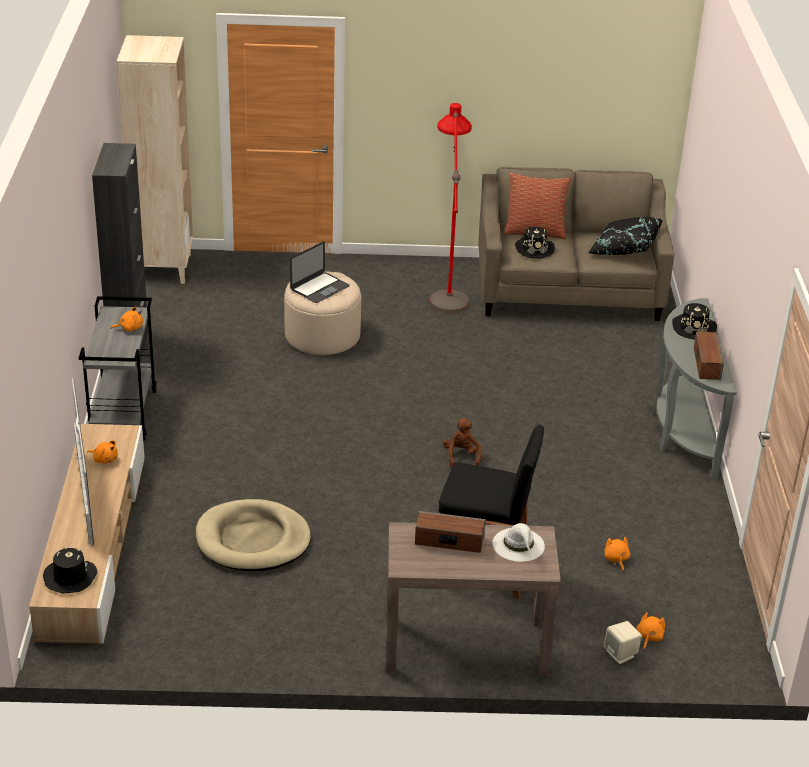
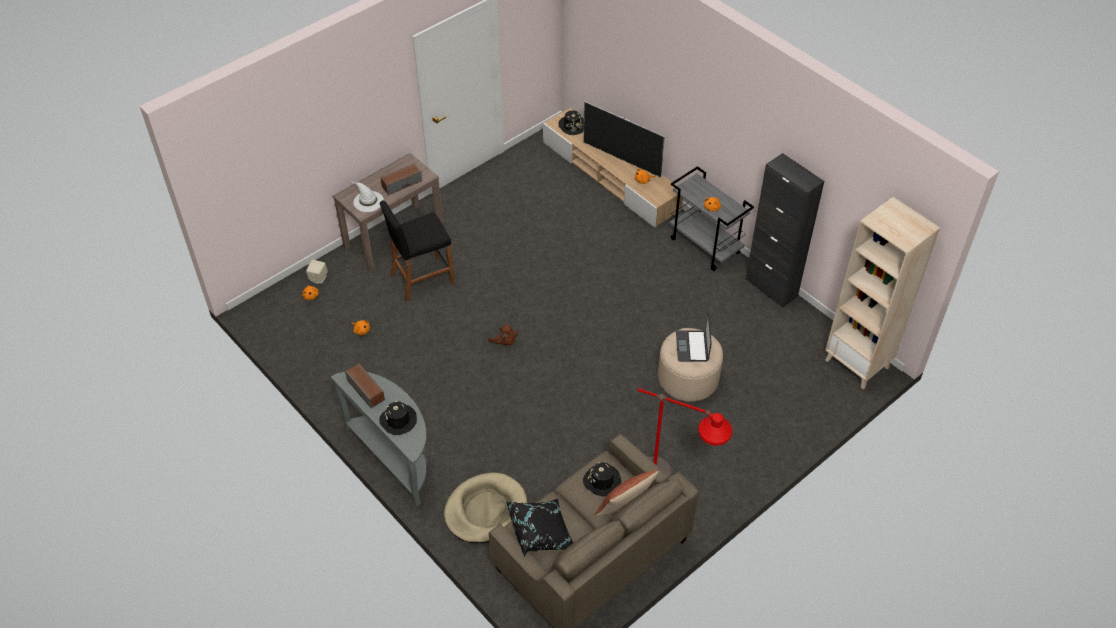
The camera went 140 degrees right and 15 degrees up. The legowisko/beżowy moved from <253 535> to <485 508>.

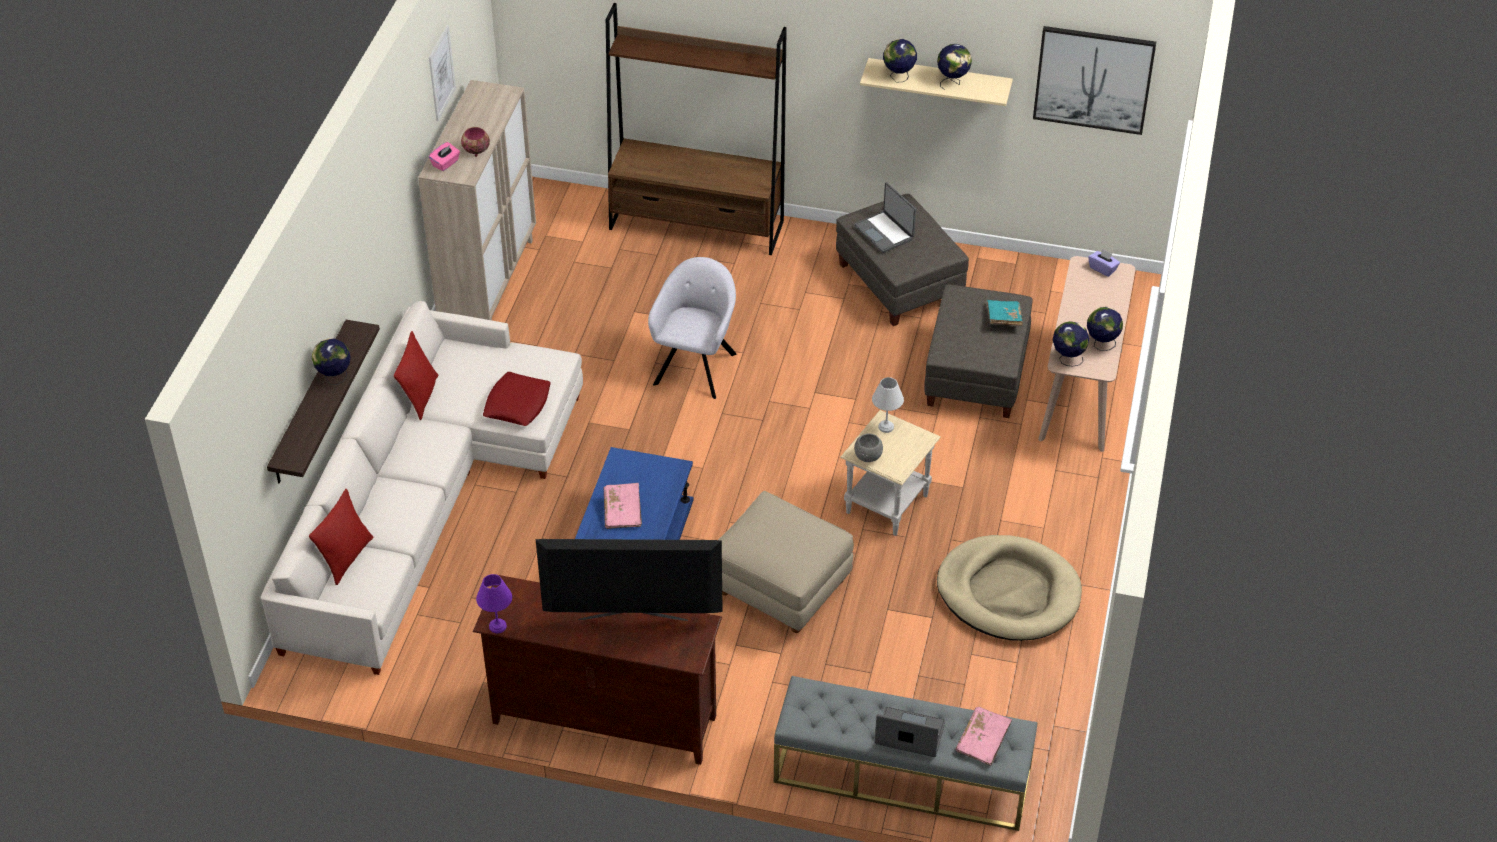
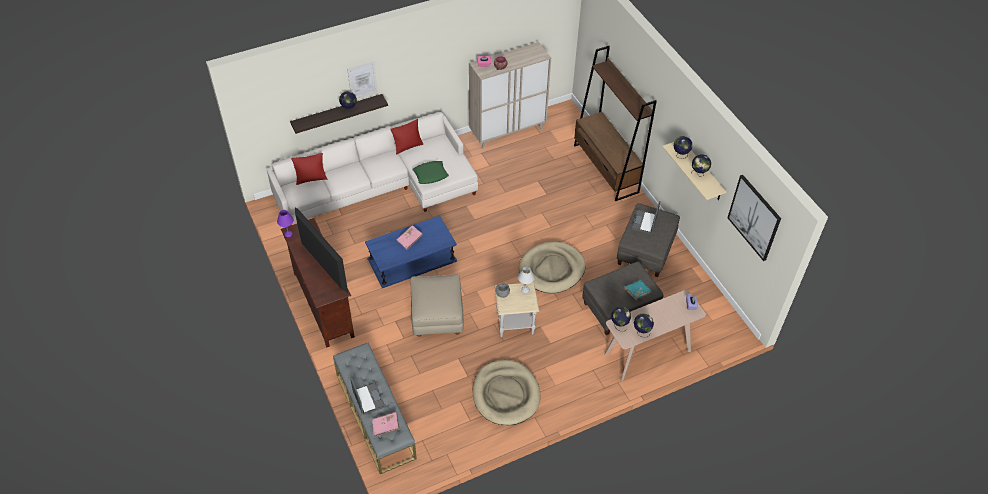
The camera went 50 degrees right and 5 degrees up. The fotel/szary at <692 328> disappeared. The legowisko/beżowy at <552 267> appeared. The obraz moved from <442 73> to <362 79>. The poduszka/czerwony at <517 399> became the poduszka/zielony at <430 172>.

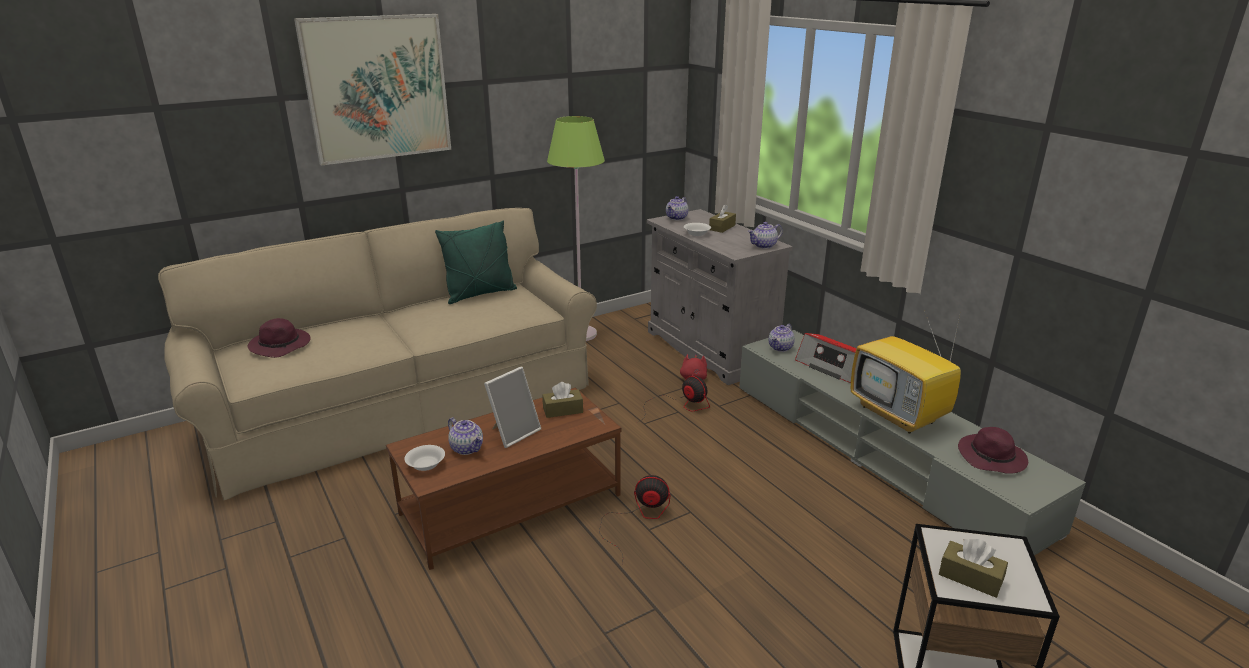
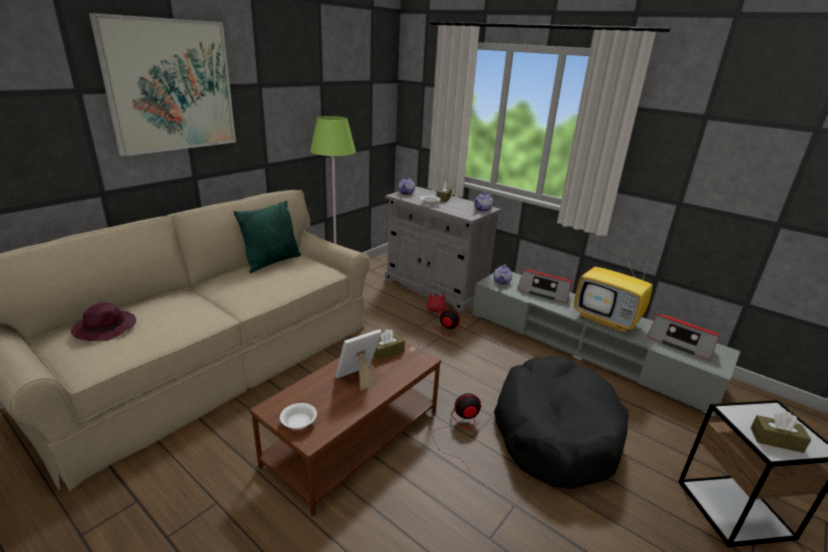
The camera went 20 degrees left and 0 degrees up. The imbryk at <465 436> disappeared. The legowisko/czarny at <561 422> appeared. The kapelusz/fioletowy at <993 450> was replaced by the radio at <683 337>. The ramka na zdjęcie at <512 407> turned 150 degrees counterclockwise.

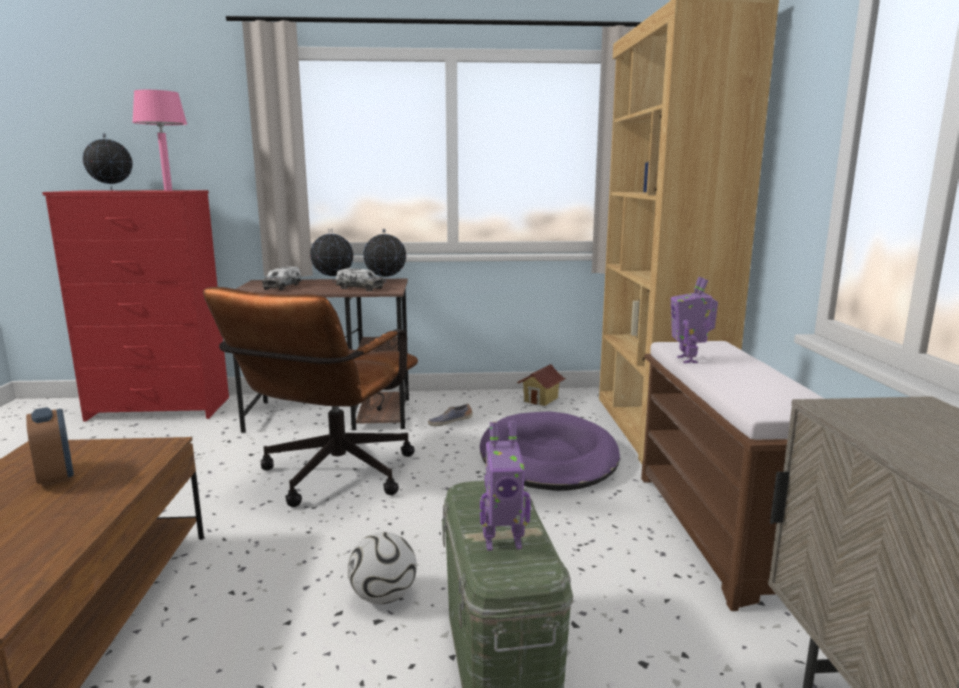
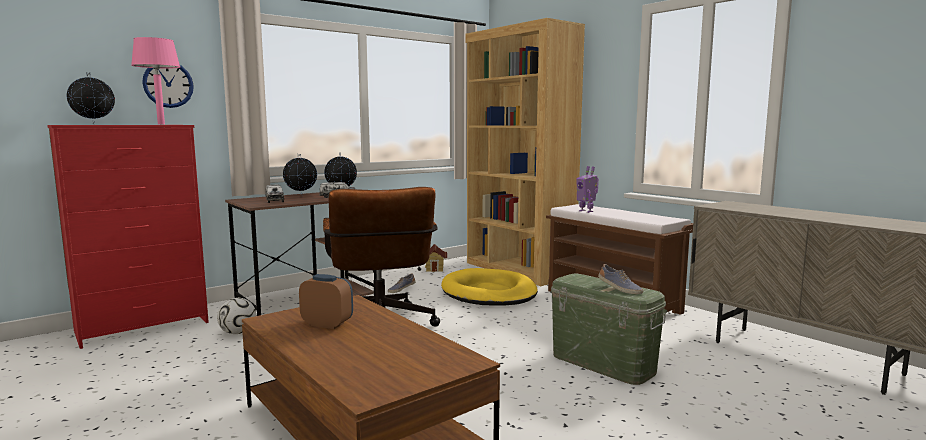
The camera went 35 degrees left and 5 degrees down. The zegar ścienny at <168 86> appeared. The piłka futbolowa moved from <382 568> to <236 316>. The robot zabawkowy at <505 486> was replaced by the but at <620 279>. The legowisko/fioletowy at <550 451> became the legowisko/żółty at <489 287>.

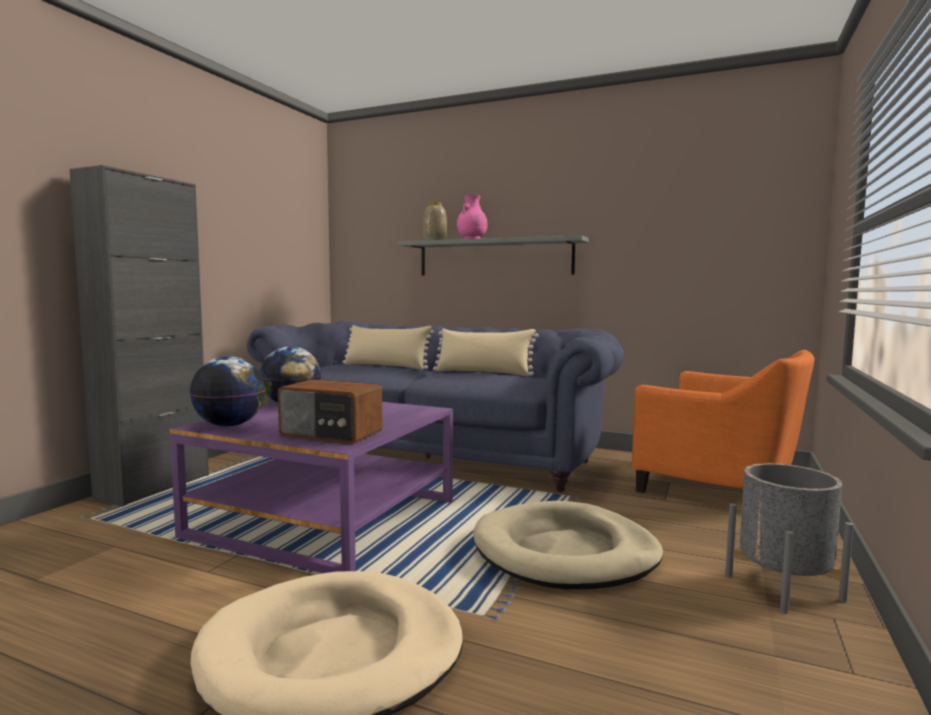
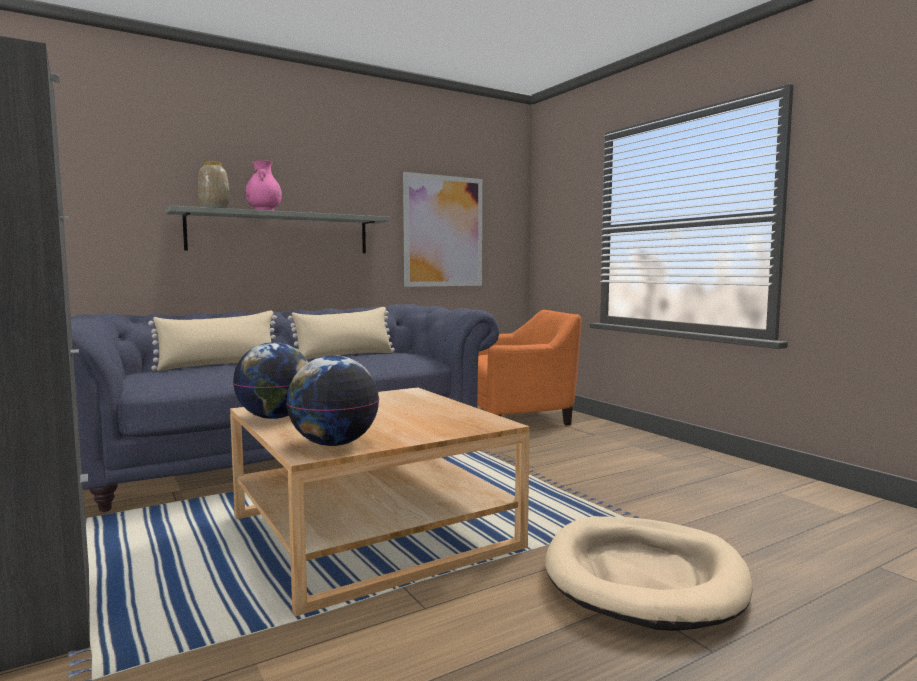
The camera went 55 degrees left and 0 degrees up. The radio at <330 412> disappeared. The legowisko/beżowy at <568 545> disappeared. The donica/szary at <789 538> disappeared. The obraz at <442 229> appeared. The ława/fioletowy at <311 487> became the ława/beżowy at <379 502>.

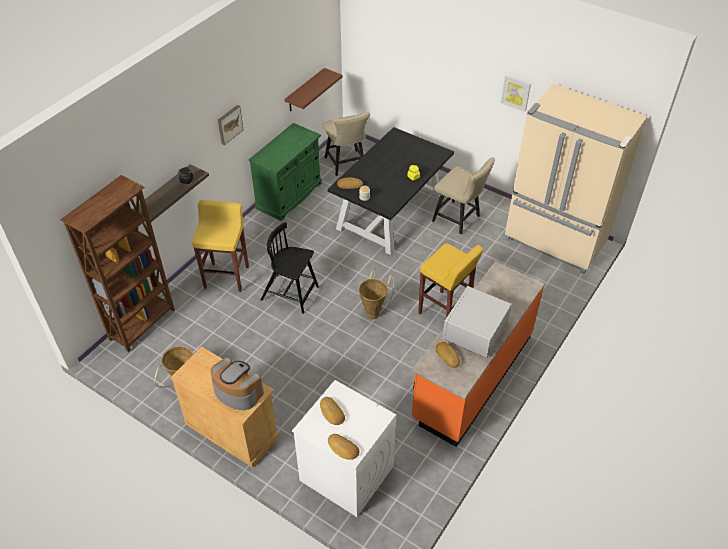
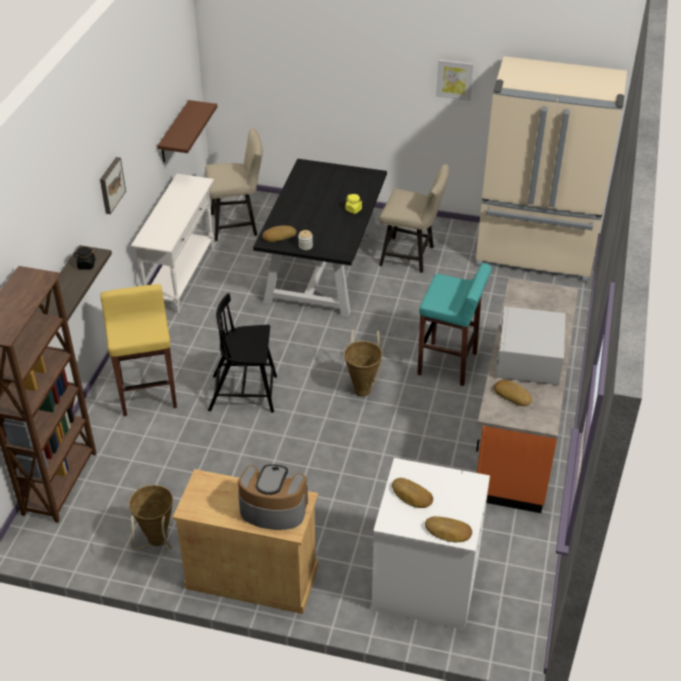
The camera went 20 degrees left and 5 degrees down. The szafka/zielony at <285 172> was replaced by the stolik konsolowy/biały at <172 244>. The stołek/żółty at <450 280> became the stołek/turkusowy at <454 324>. The krzesło/beżowy at <346 143> turned 60 degrees counterclockwise.

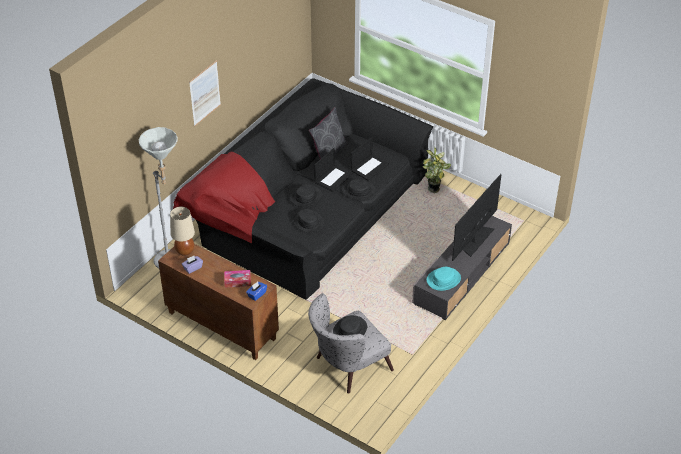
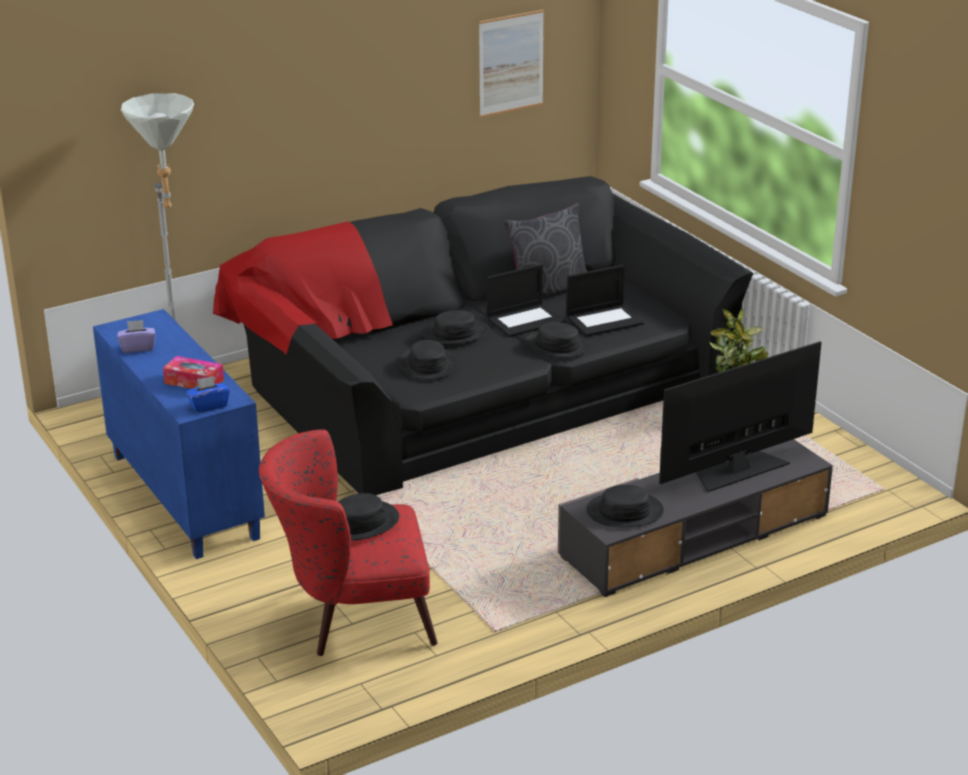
The camera went 25 degrees right and 15 degrees down. The lampa stołowa/beżowy at <182 231> disappeared. The obraz moved from <205 93> to <511 64>. The szafka/brązowy at <218 302> became the szafka/niebieski at <179 434>. The fotel/szary at <351 344> became the fotel/czerwony at <348 543>. The kapelusz/turkusowy at <444 279> became the kapelusz/czarny at <625 506>.

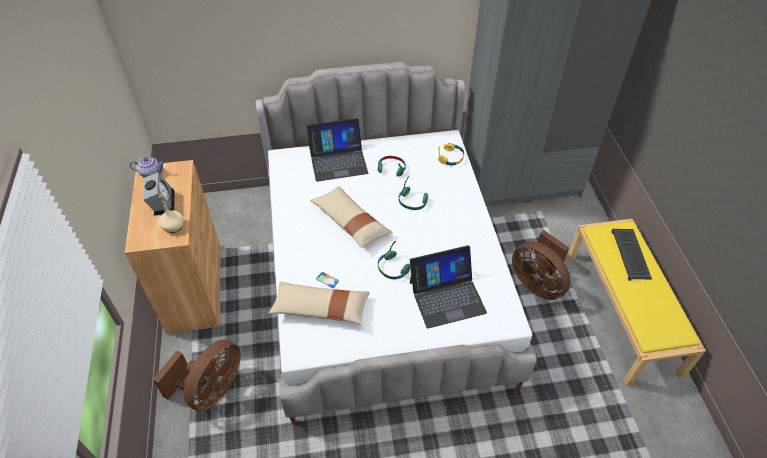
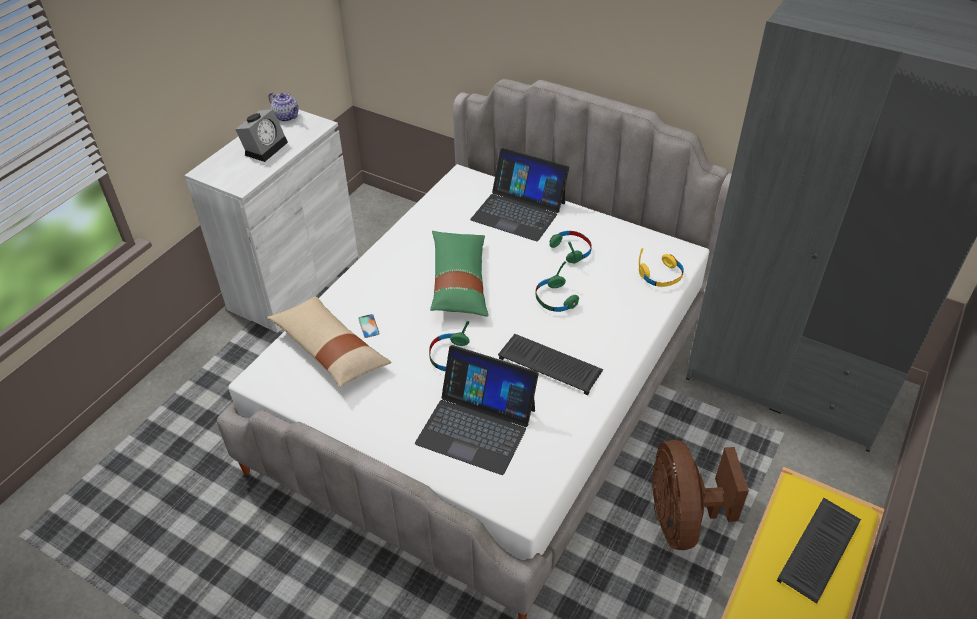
The camera went 40 degrees right and 5 degrees down. The wentylator/brązowy at <196 375> disappeared. The butelka/beżowy at <171 213> disappeared. The klawiatura at <550 364> appeared. The szafka/brązowy at <173 247> became the szafka/biały at <271 221>. The poduszka/beżowy at <351 217> became the poduszka/zielony at <459 273>.

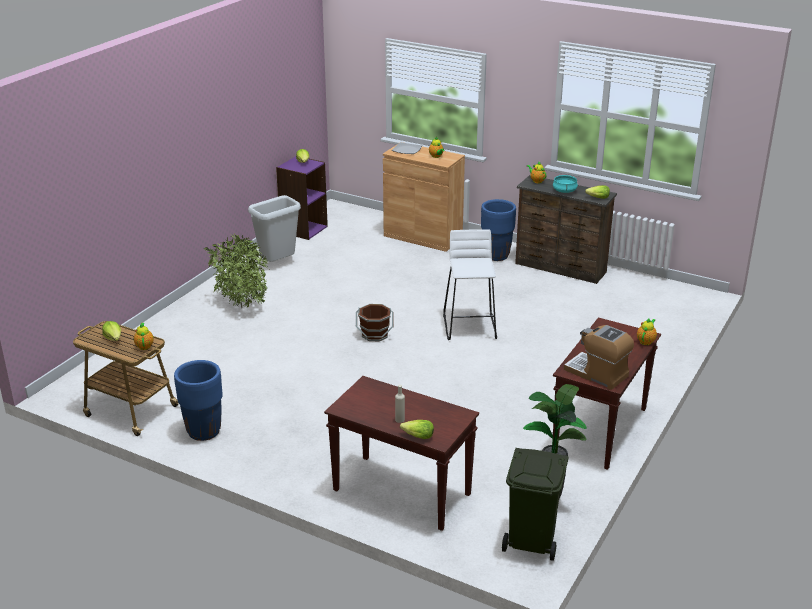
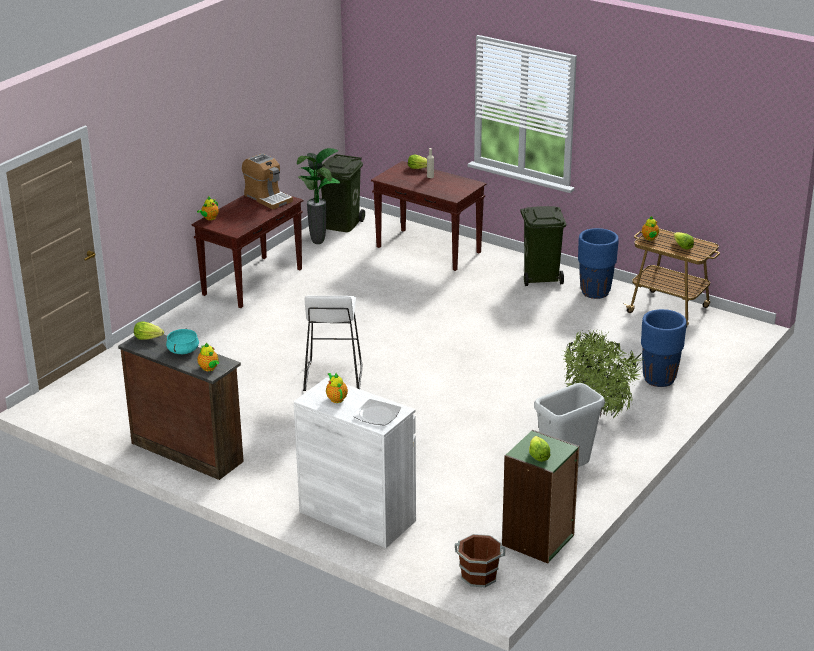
The camera went 175 degrees left and 0 degrees up. The kosz na śmieci/zielony at <543 246> appeared. The wiadro/brązowy moved from <375 322> to <480 560>. The donica/niebieski moved from <498 230> to <664 348>. The regał/fioletowy at <302 198> became the regał/zielony at <540 496>. The szafka/brązowy at <424 197> became the szafka/biały at <355 462>.

